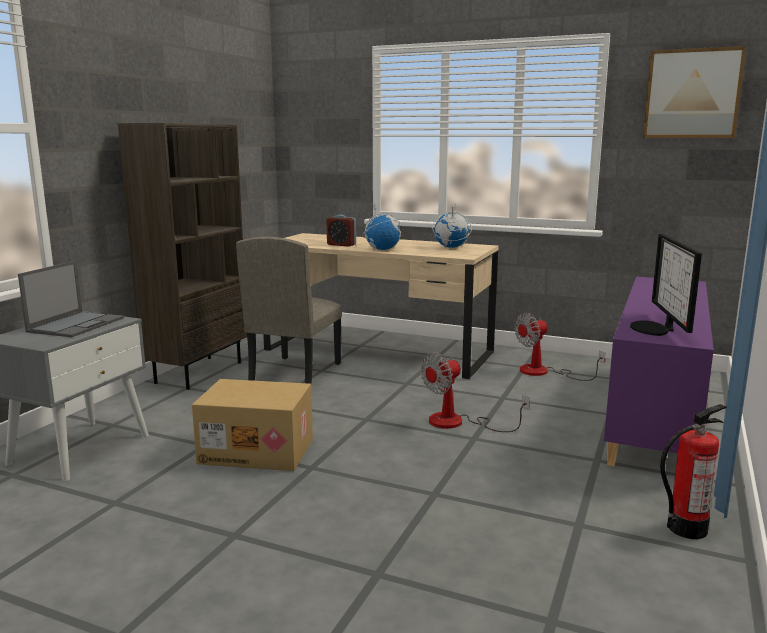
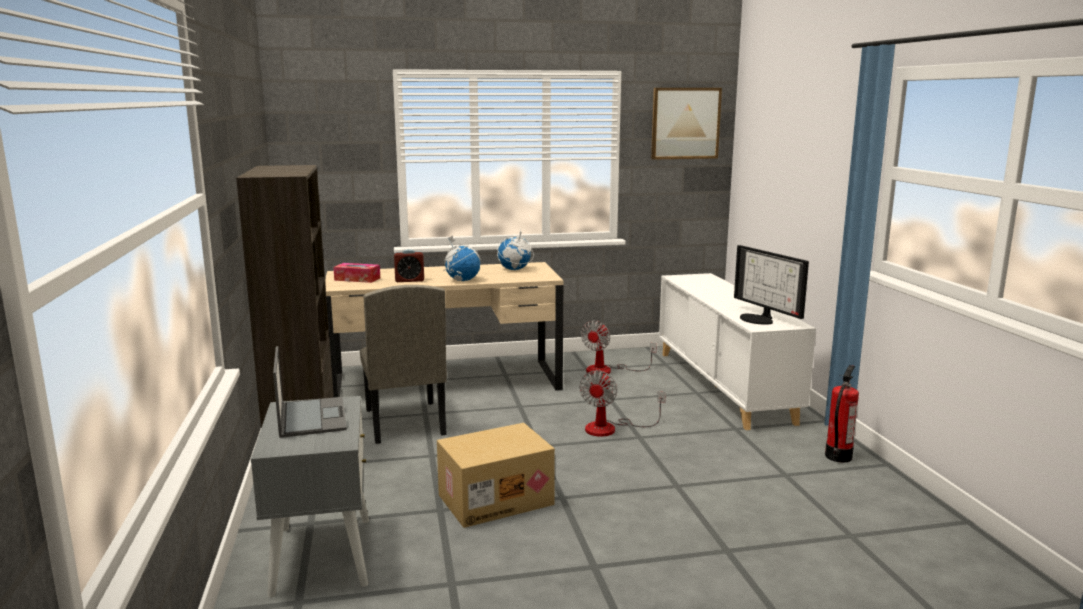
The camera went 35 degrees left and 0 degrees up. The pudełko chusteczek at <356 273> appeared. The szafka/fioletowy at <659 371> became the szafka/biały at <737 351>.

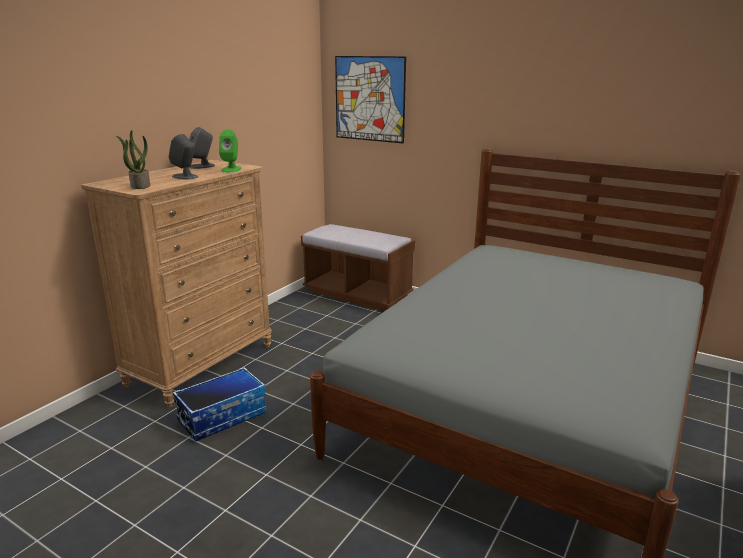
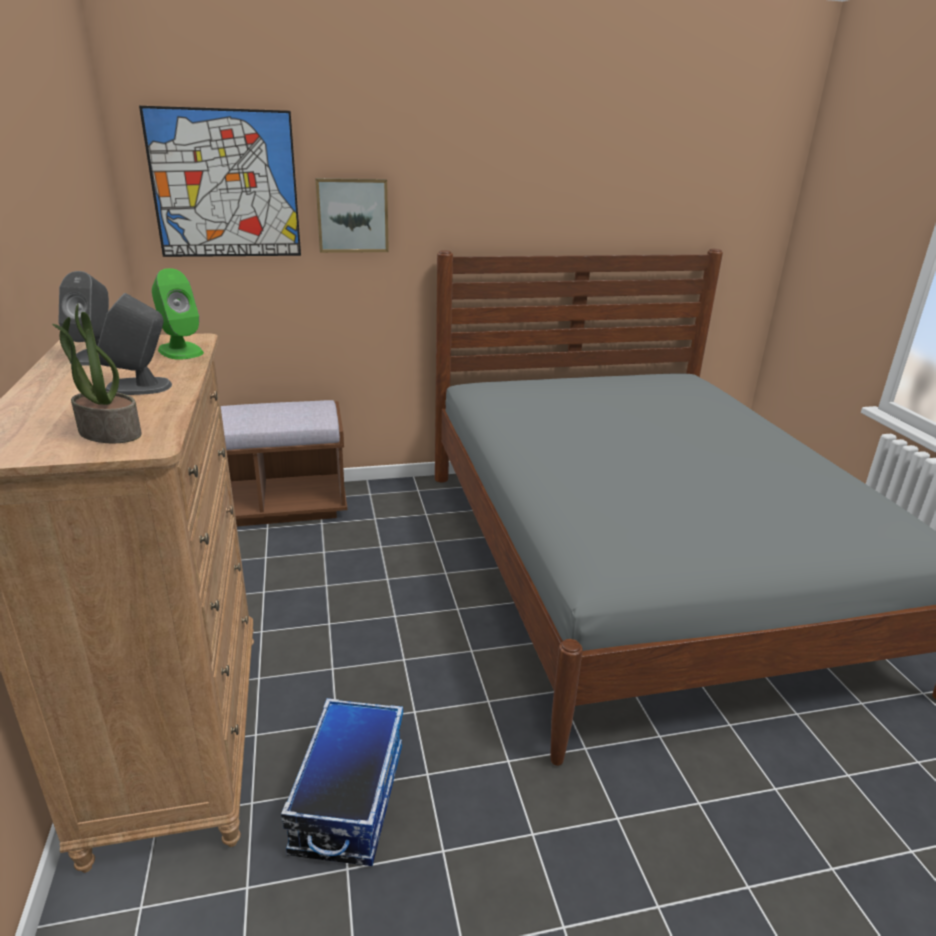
The camera went 45 degrees left and 5 degrees up. The obraz at <352 215> appeared.

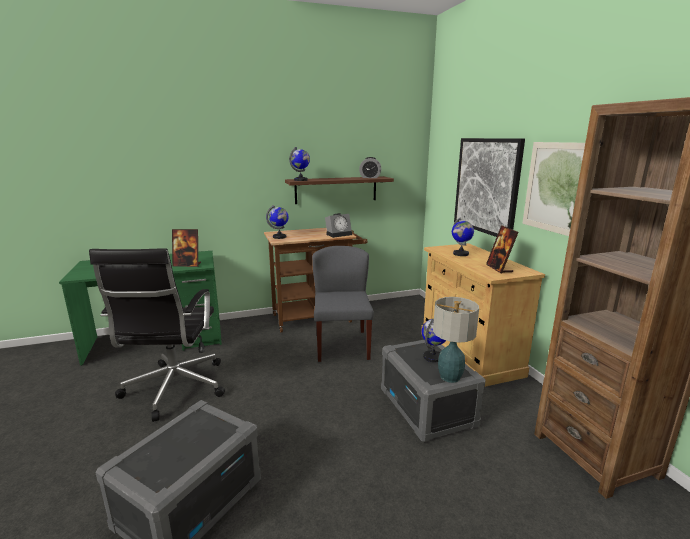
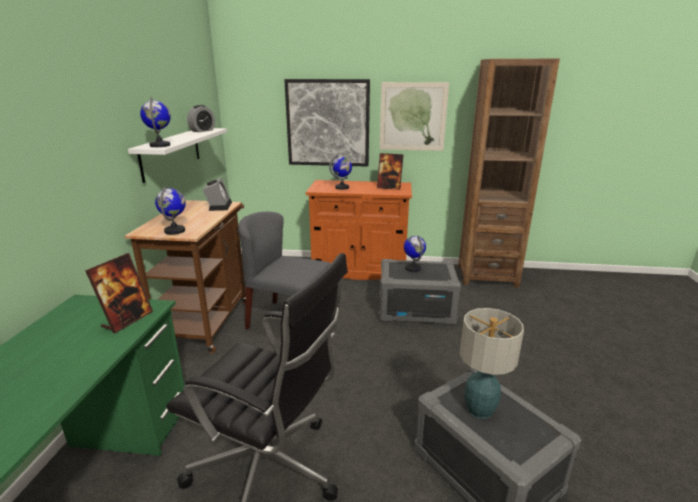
The camera went 65 degrees left and 5 degrees up. The lampa stołowa moved from <456 340> to <492 363>. The półka/brązowy at <339 190> became the półka/biały at <177 155>. The szafka/beżowy at <483 315> became the szafka/pomarańczowy at <359 230>.

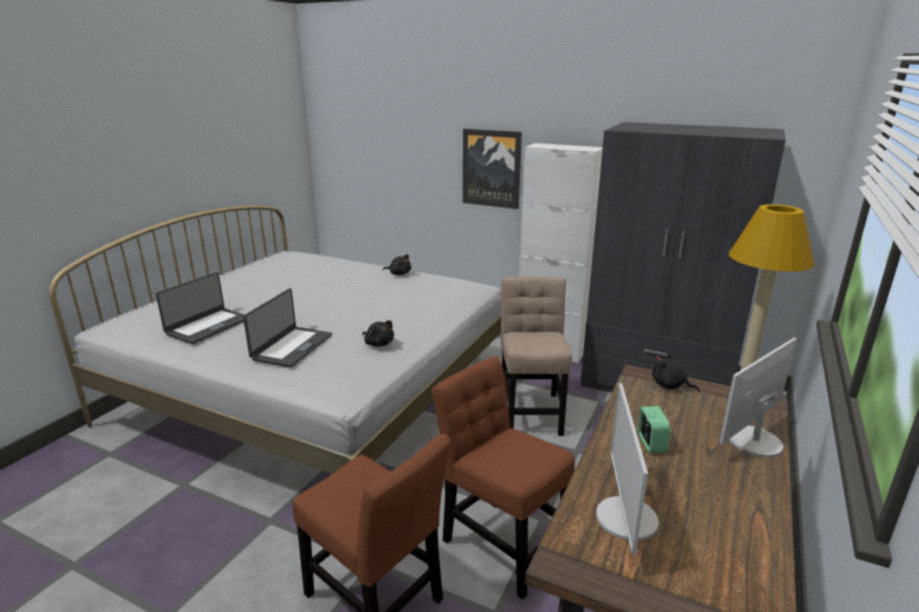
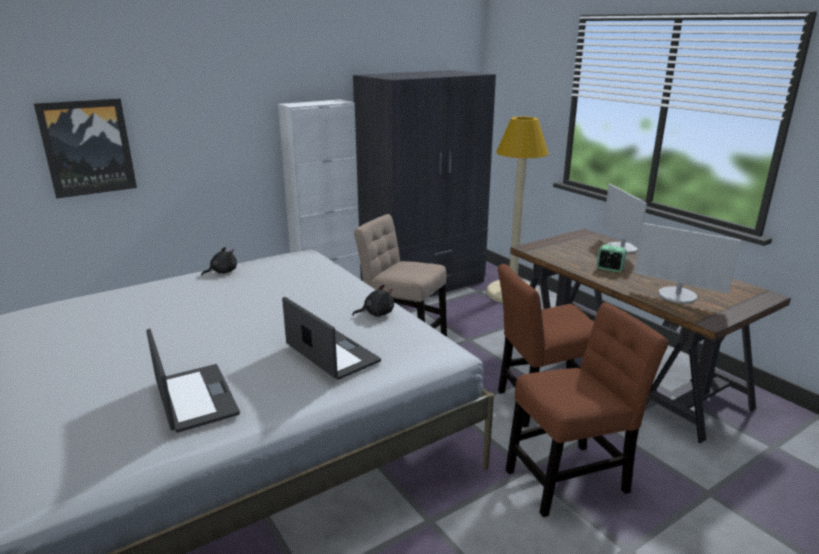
The camera went 60 degrees left and 0 degrees up. The pluszak/czarny at <676 372> disappeared. The obraz moved from <492 169> to <85 149>.

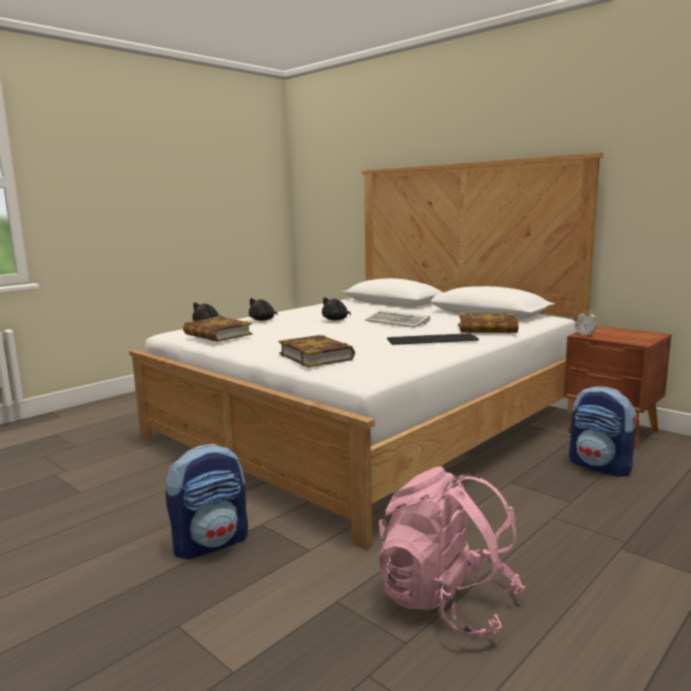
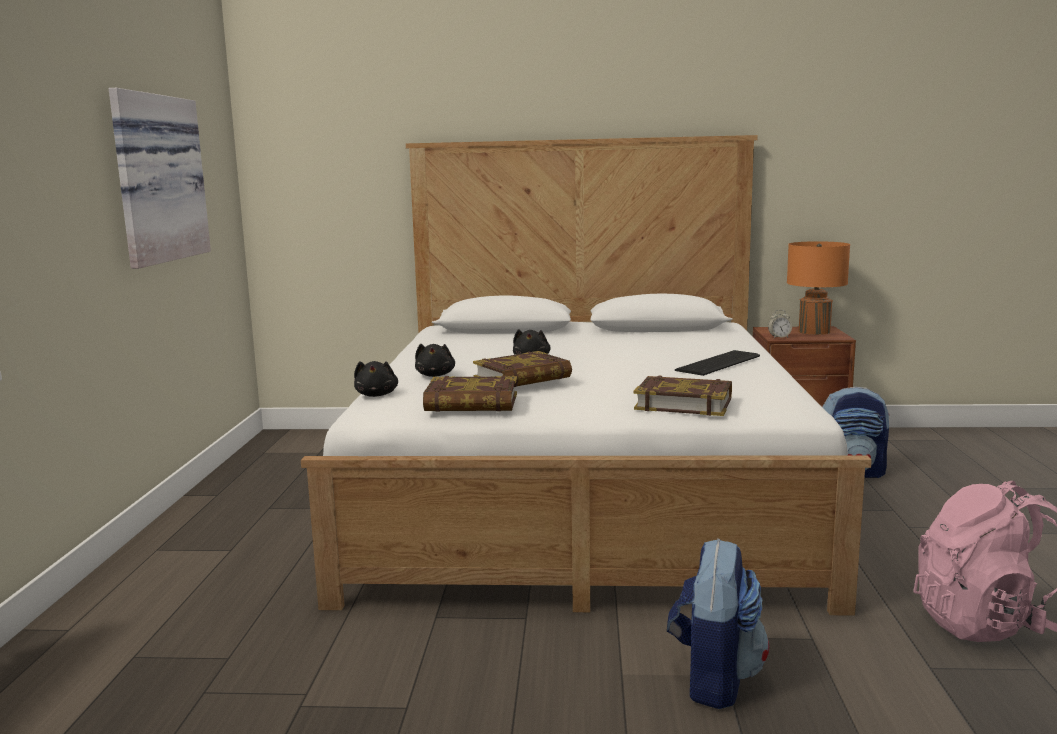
The camera went 40 degrees left and 0 degrees up. The klawiatura at <397 319> disappeared. The obraz at <160 178> appeared. The lampa stołowa/pomarańczowy at <818 288> appeared. The książka moved from <488 323> to <522 369>.

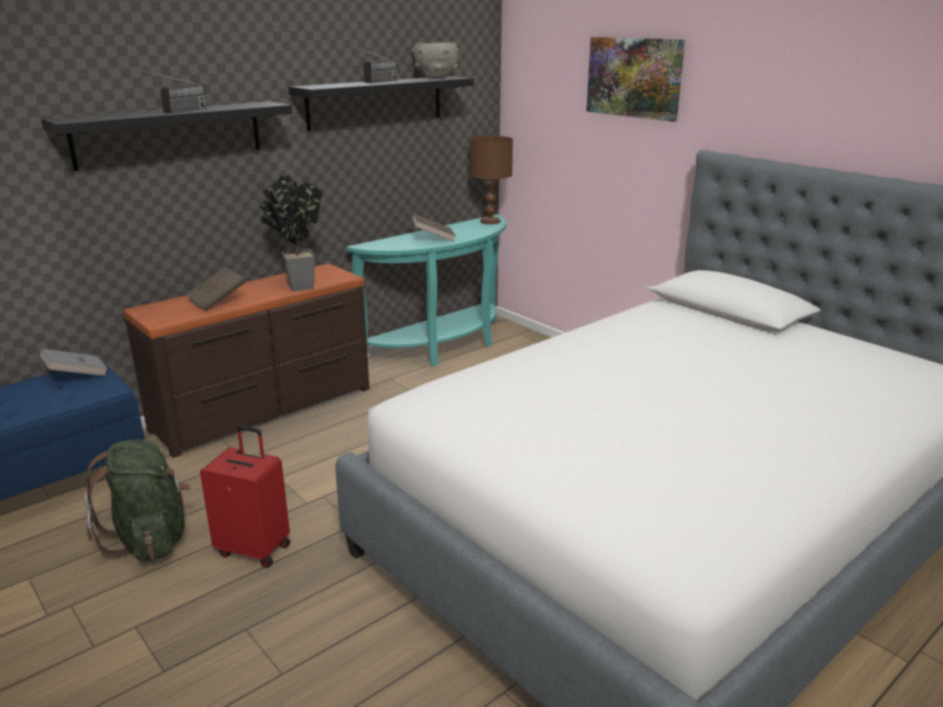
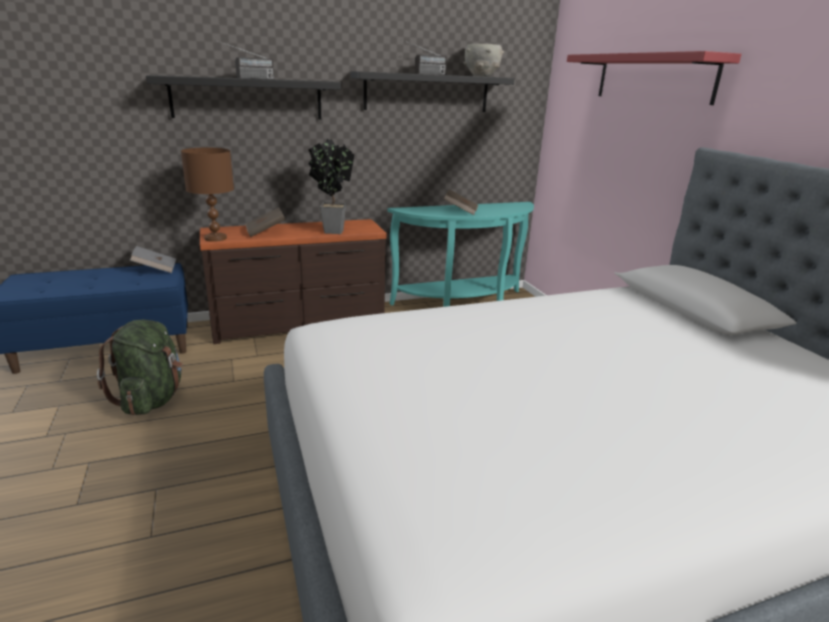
The camera went 20 degrees right and 0 degrees up. The walizka/czerwony at <245 496> disappeared. The lampa stołowa/brązowy moved from <491 180> to <207 195>. The obraz at <635 79> was replaced by the półka/czerwony at <654 78>.

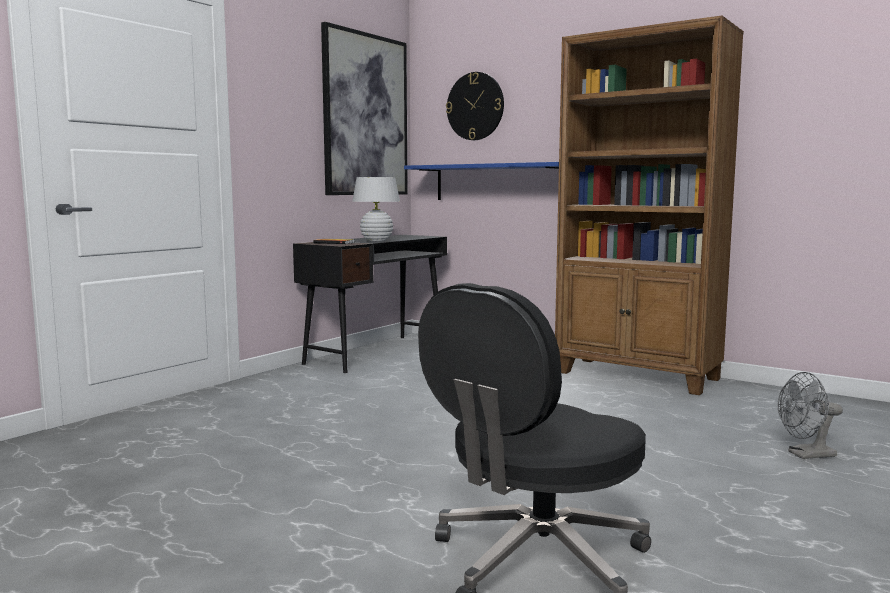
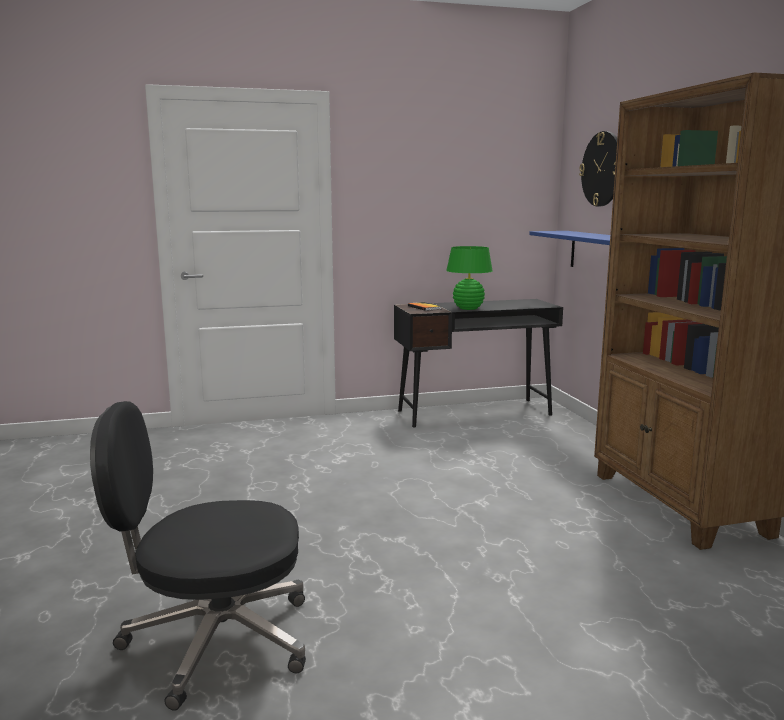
The camera went 40 degrees right and 5 degrees up. The obraz at <364 108> disappeared. The wentylator/szary at <810 415> disappeared. The lampa stołowa/biały at <376 209> became the lampa stołowa/zielony at <469 278>.

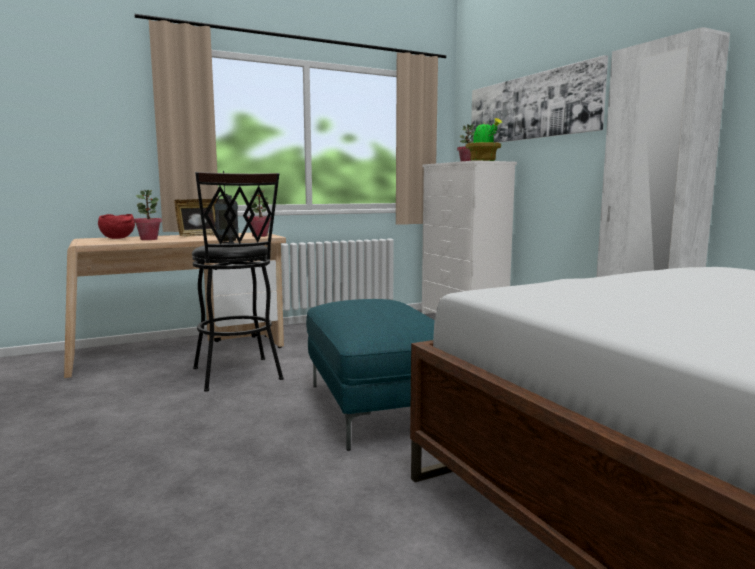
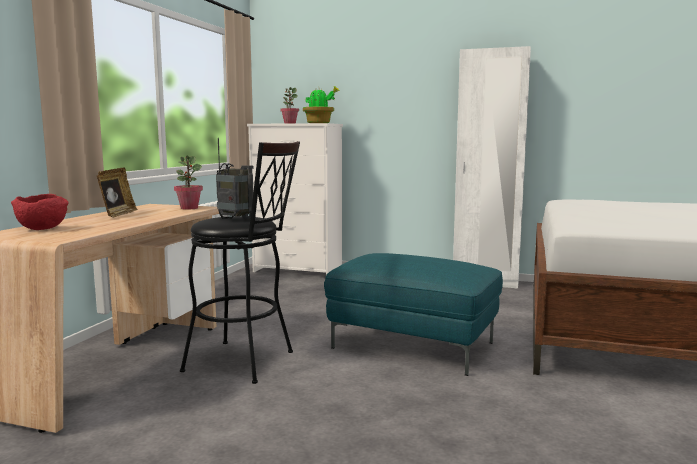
The camera went 45 degrees left and 0 degrees up. The roślina doniczkowa at <147 214> disappeared. The obraz at <539 99> disappeared.

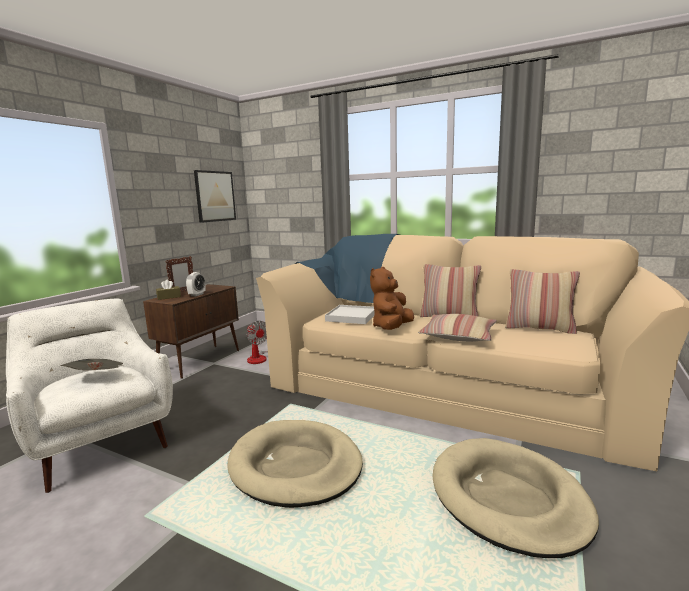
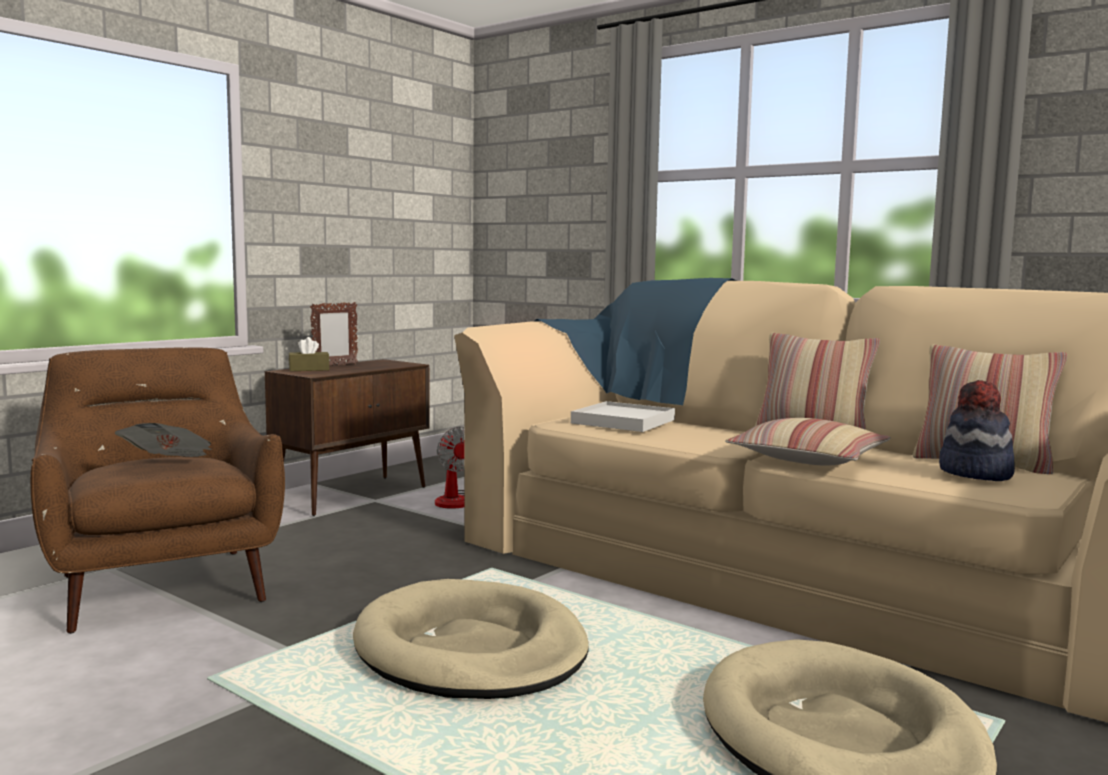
The camera went 10 degrees right and 5 degrees down. The budzik at <196 284> disappeared. The obraz at <215 196> disappeared. The pluszak/brązowy at <392 298> disappeared. The kapelusz at <977 430> appeared. The fotel/biały at <89 396> became the fotel/brązowy at <157 490>.

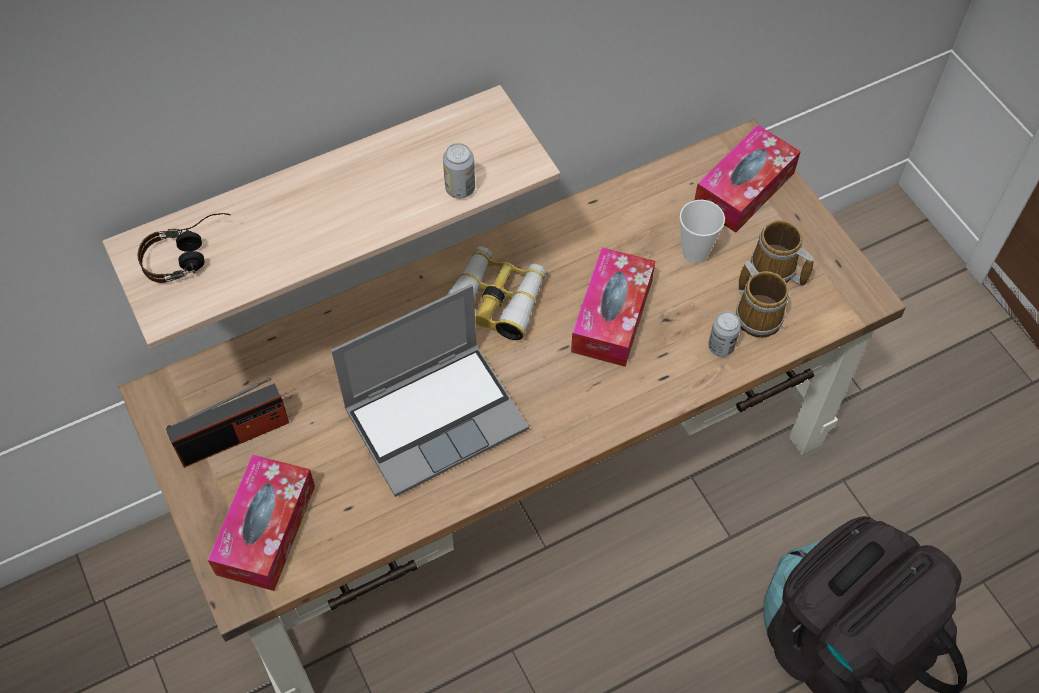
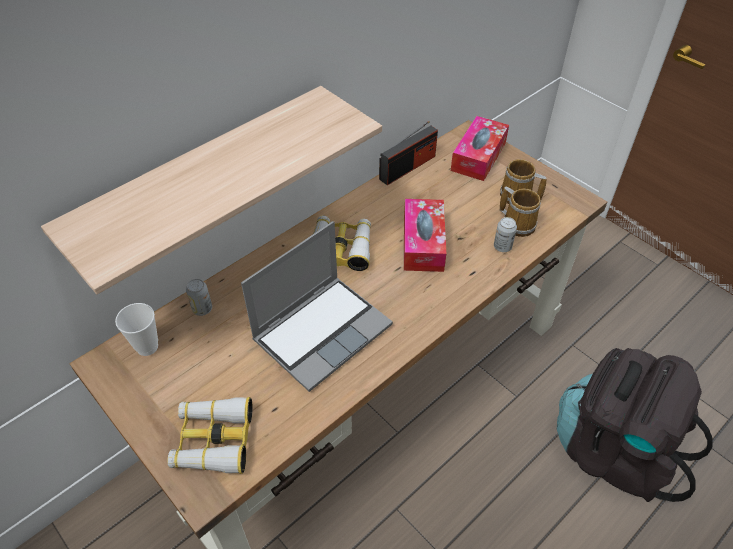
The camera went 15 degrees left and 10 degrees down. The słuchawki at <184 248> disappeared. The radio moved from <227 423> to <408 153>. The puszka moved from <459 171> to <199 297>. The filiżanka moved from <702 231> to <136 329>. The pudełko chusteczek at <261 522> was replaced by the lornetka at <210 435>.

